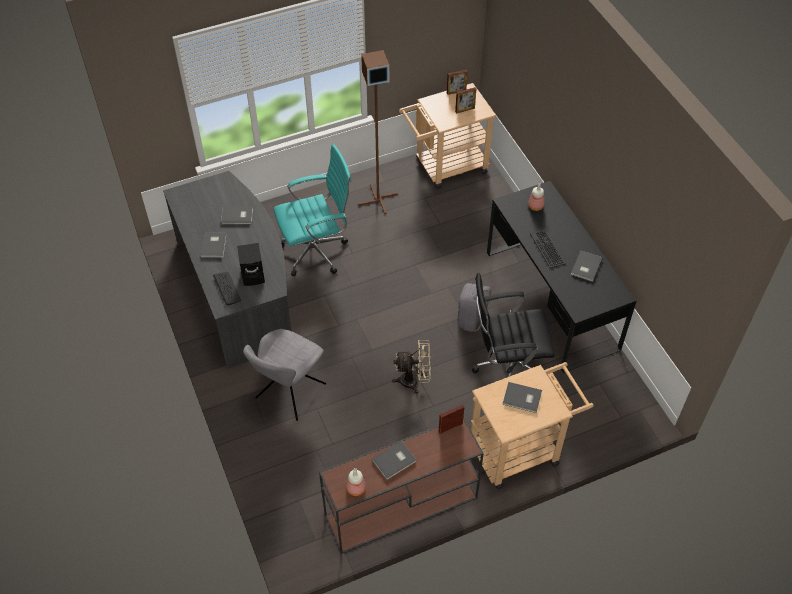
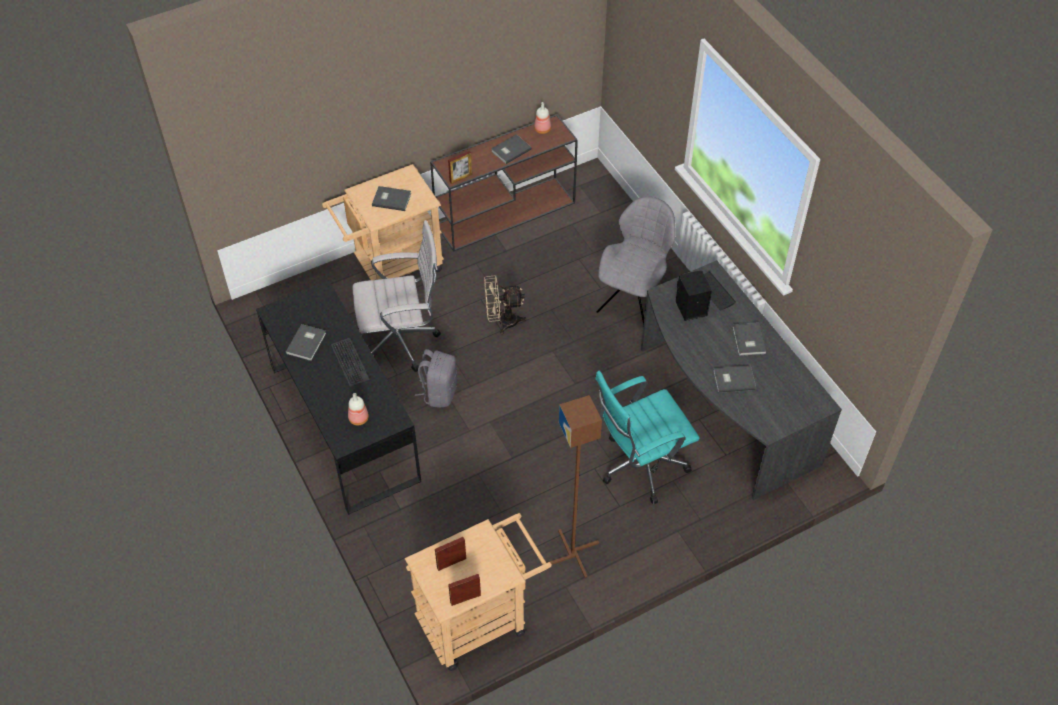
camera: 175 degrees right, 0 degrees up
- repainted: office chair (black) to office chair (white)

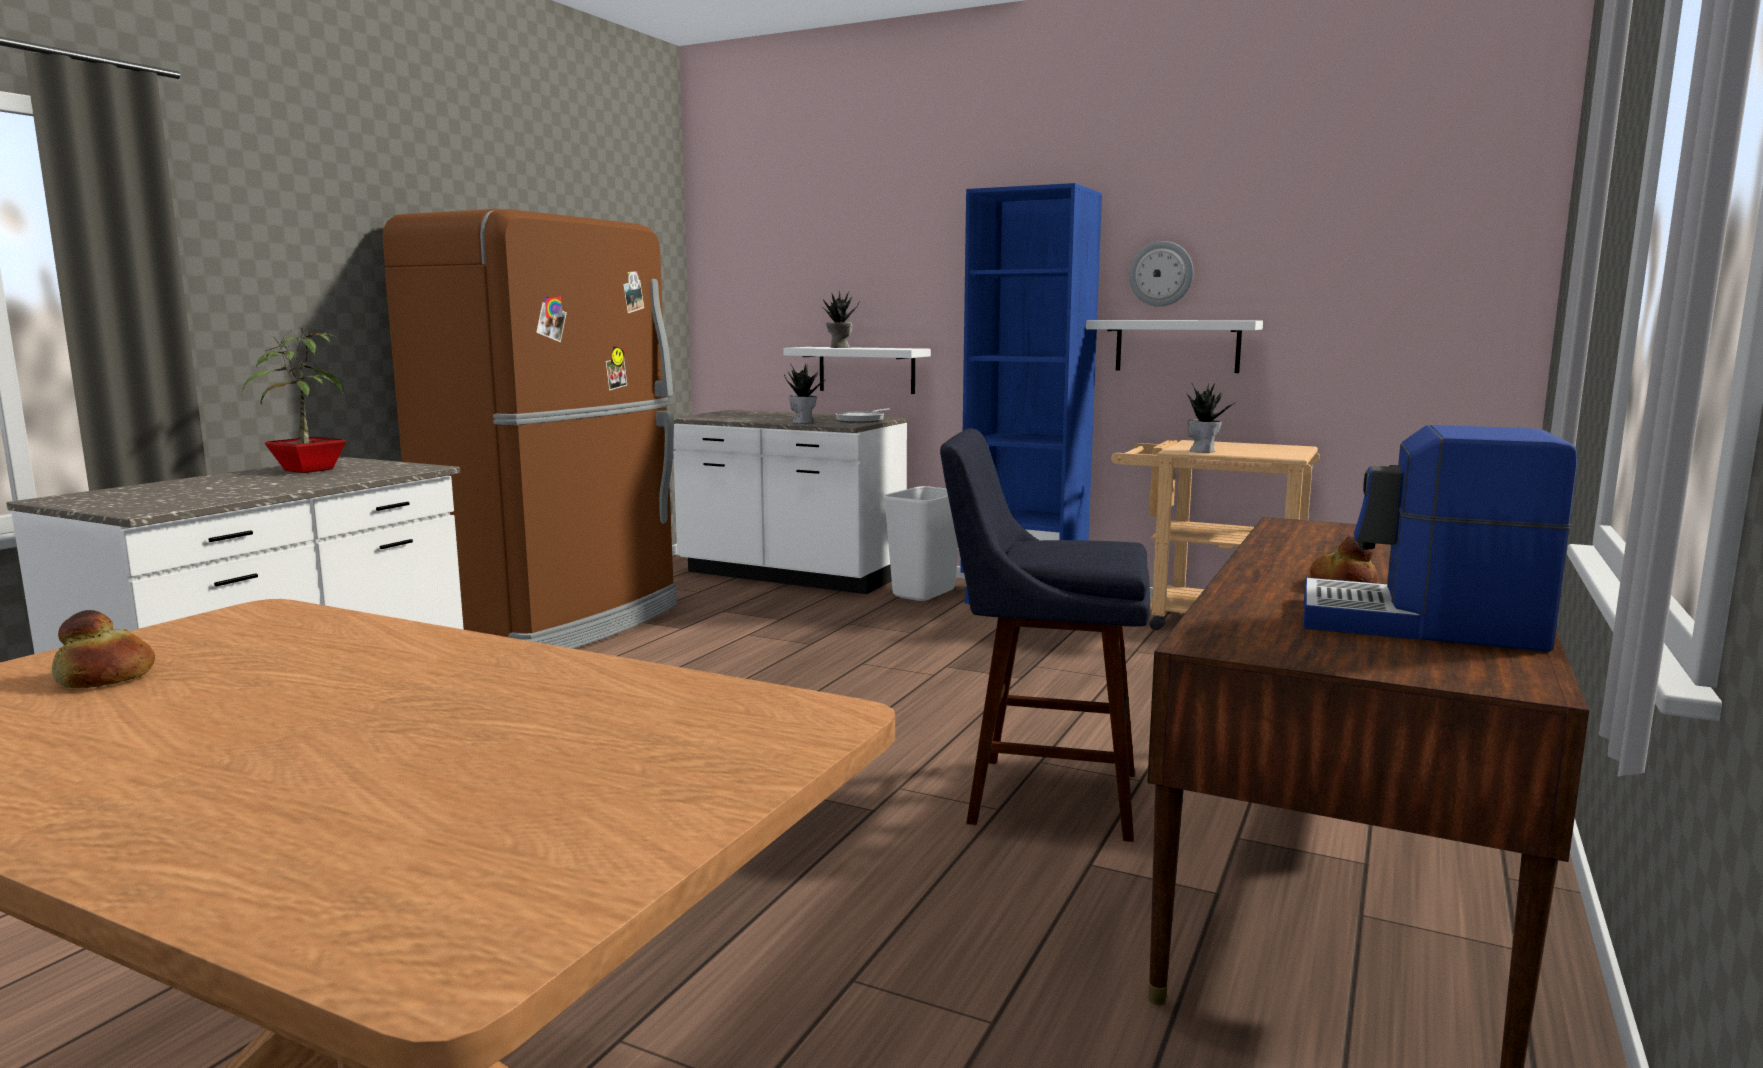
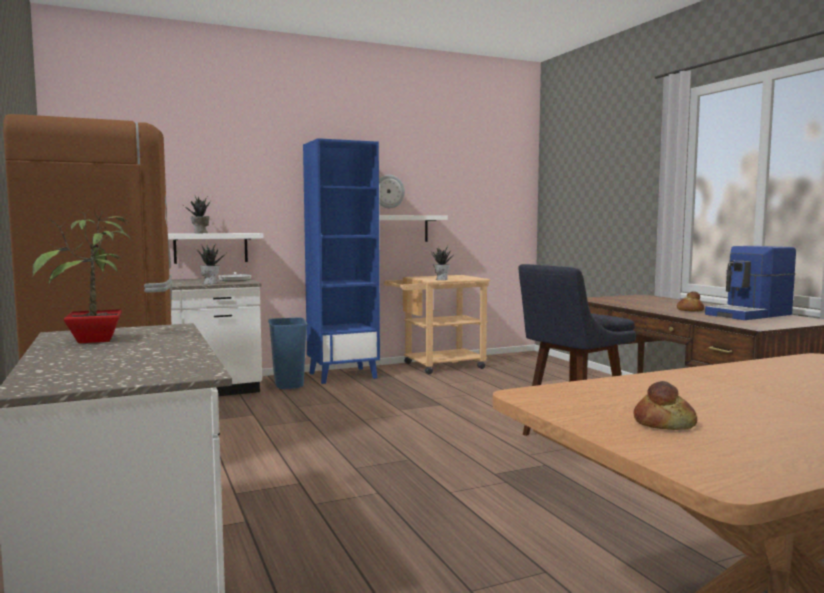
camera: 50 degrees left, 5 degrees down
- repainted: trash can (white) to trash can (blue)

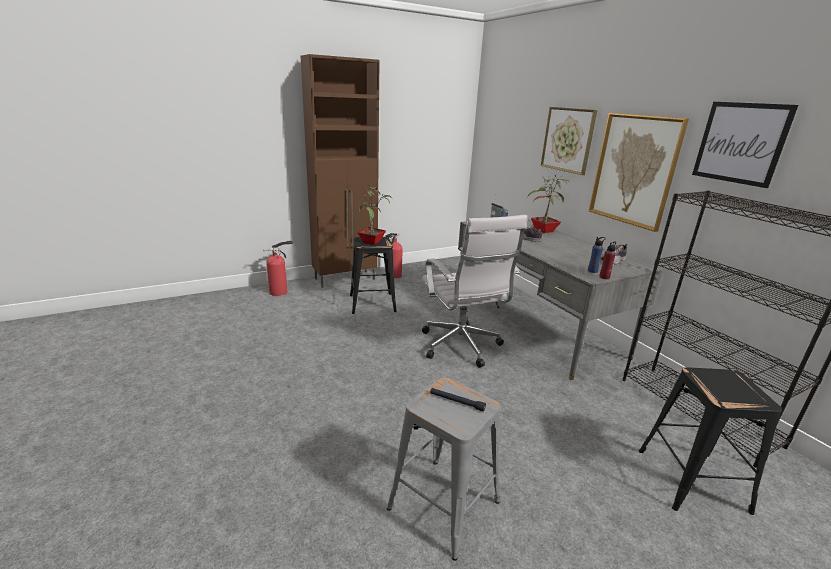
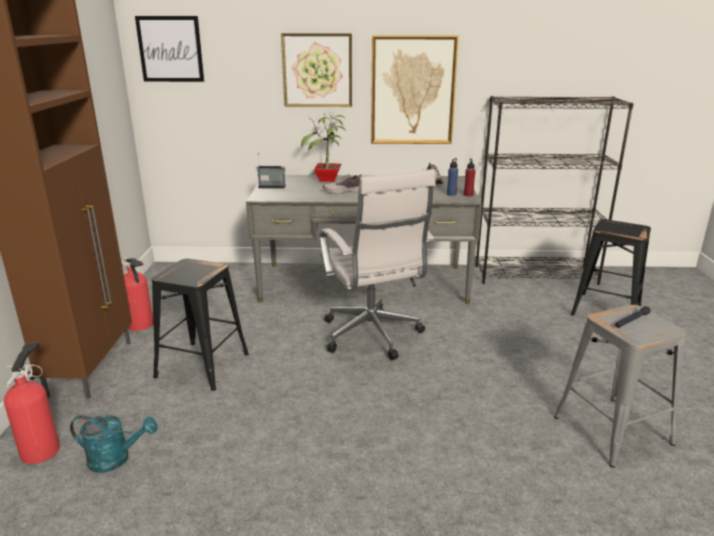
camera: 60 degrees left, 0 degrees up
- shifted: picture (no. 3 from left in the first image) to picture (no. 1 from left)
- gone: potted plant (no. 1 from left)
- rotated: office chair (white) 60 degrees clockwise
- new: watering can (turquoise)

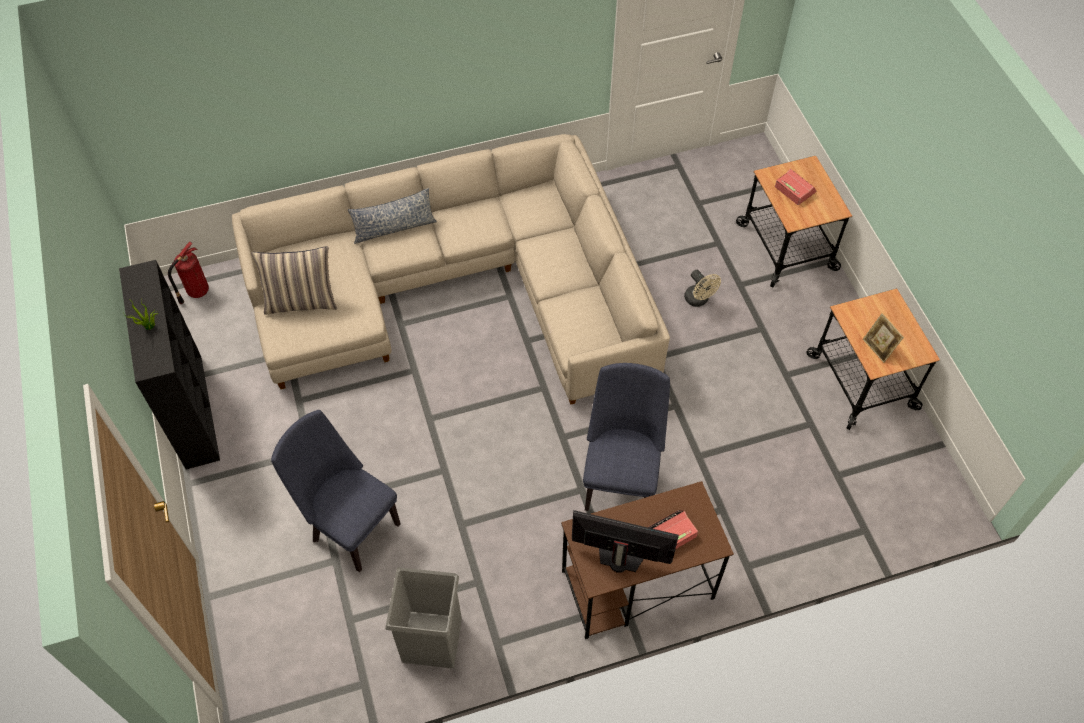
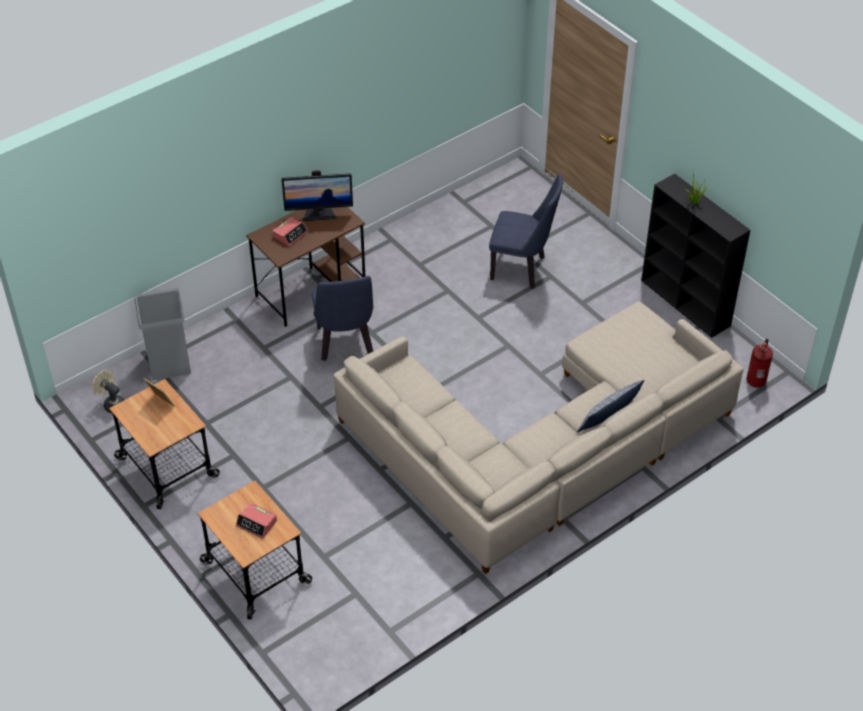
camera: 160 degrees right, 10 degrees down
- gone: pillow (no. 1 from left)
- shifted: fan (beige)
- shifted: trash can (grey)

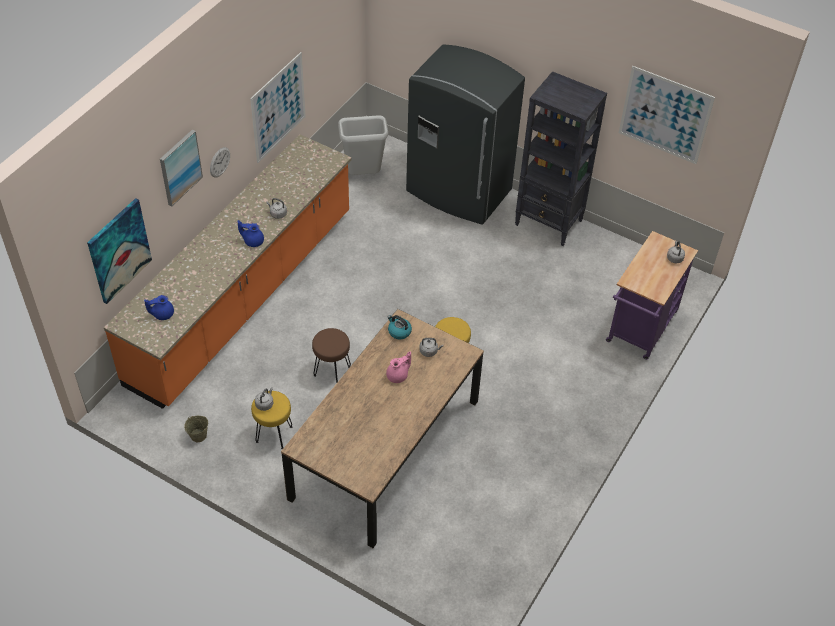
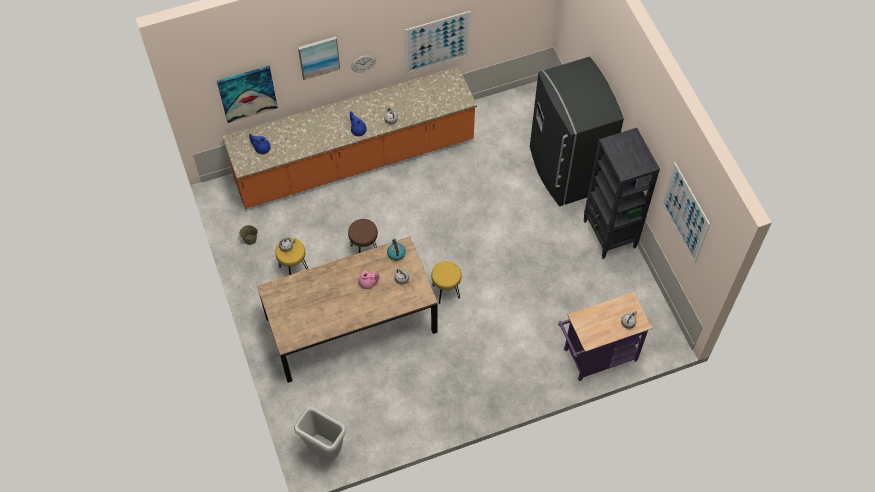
camera: 40 degrees right, 10 degrees up
- shifted: trash can (grey)

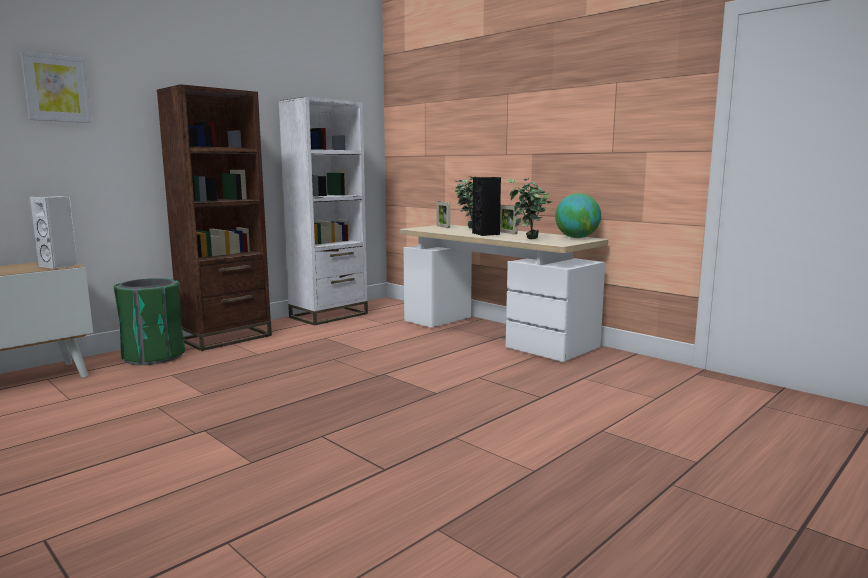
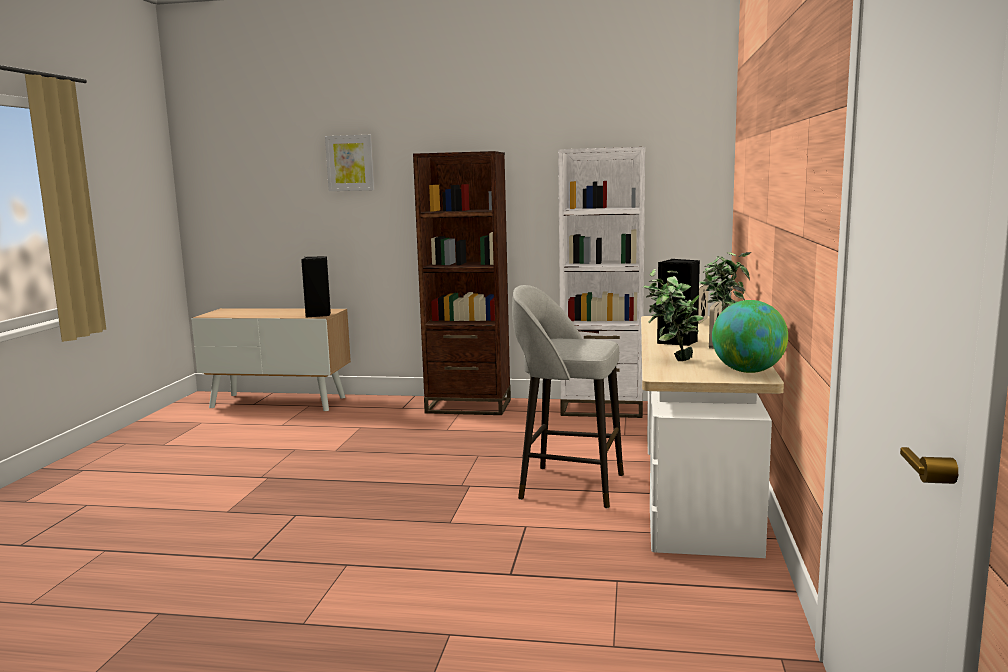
camera: 55 degrees right, 0 degrees up
- repainted: speaker (white) to speaker (black) (no. 1 from left)
- gone: trash can (green)
- new: stool (grey)

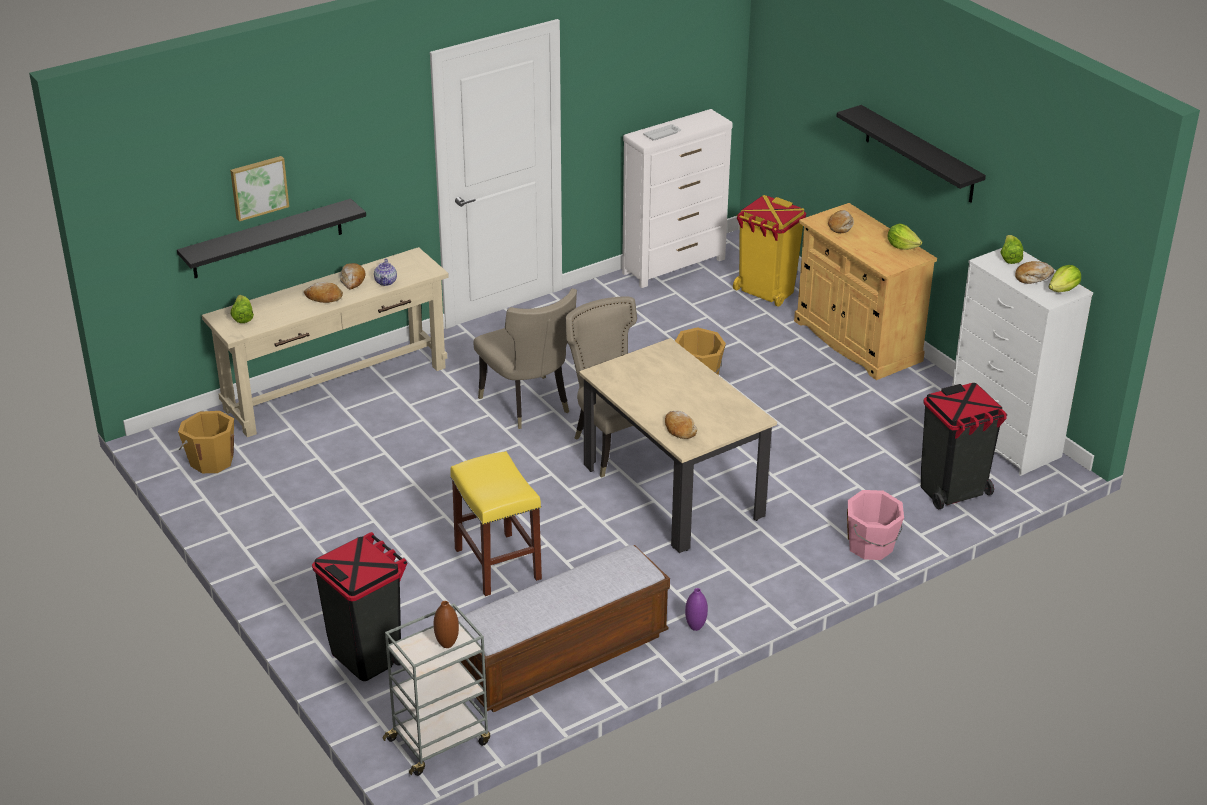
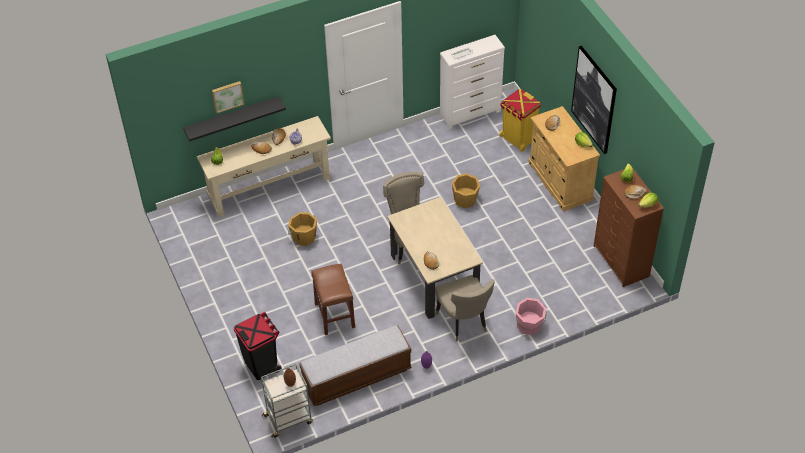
camera: 10 degrees right, 15 degrees up
- swapped: shelf (black) (no. 2 from left) to picture (no. 2 from left)
- repainted: dresser (white) (no. 2 from left) to dresser (brown)
- shifted: chair (beige) (no. 1 from left in the first image) to chair (beige) (no. 2 from left)
- gone: trash can (black) (no. 2 from left)
- shifted: bucket (orange) (no. 1 from left)
- repainted: stool (yellow) to stool (brown)

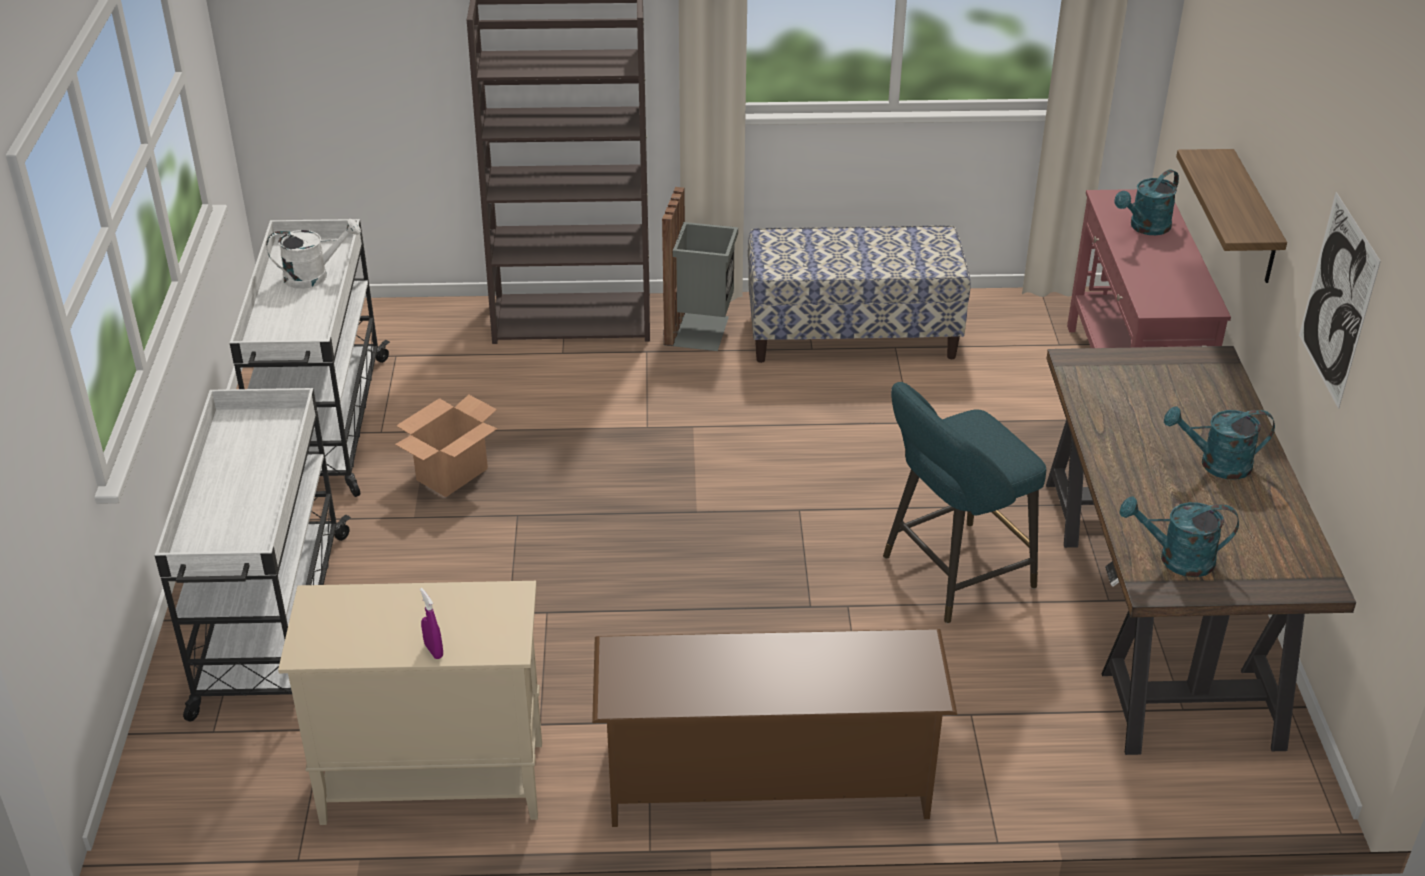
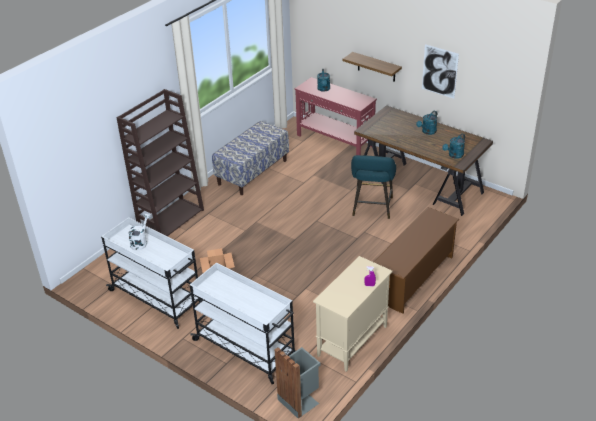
camera: 50 degrees left, 0 degrees up
- shifted: trash can (grey)

